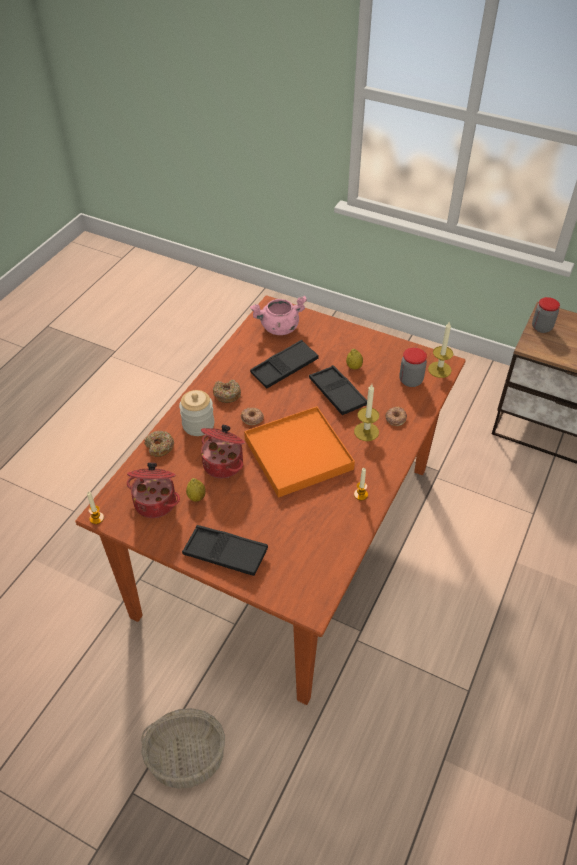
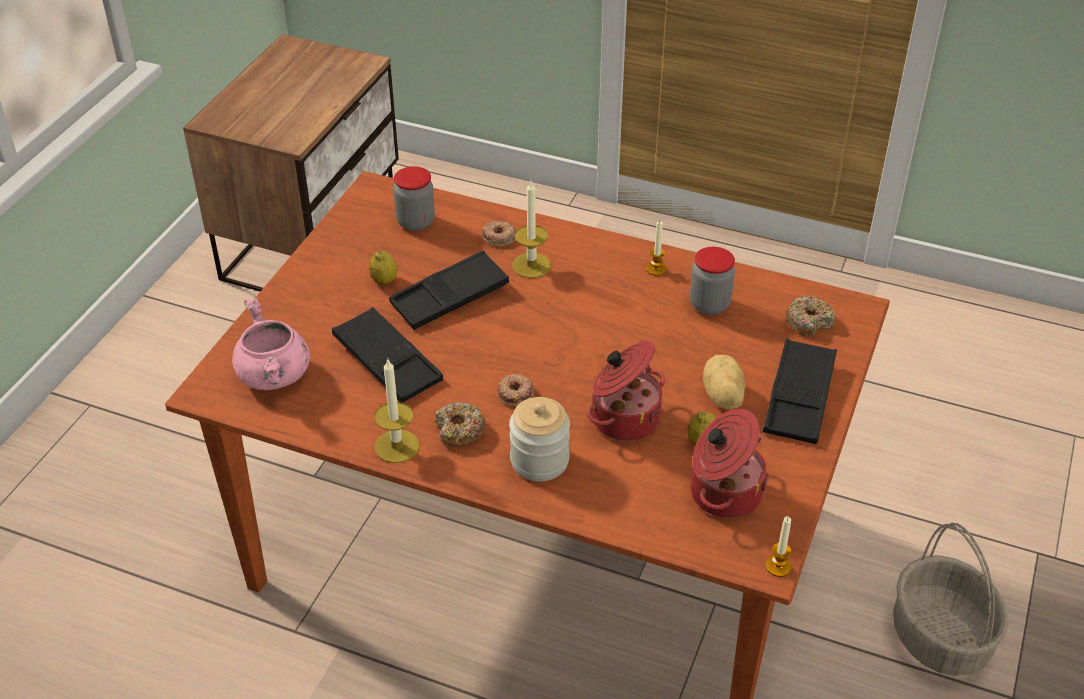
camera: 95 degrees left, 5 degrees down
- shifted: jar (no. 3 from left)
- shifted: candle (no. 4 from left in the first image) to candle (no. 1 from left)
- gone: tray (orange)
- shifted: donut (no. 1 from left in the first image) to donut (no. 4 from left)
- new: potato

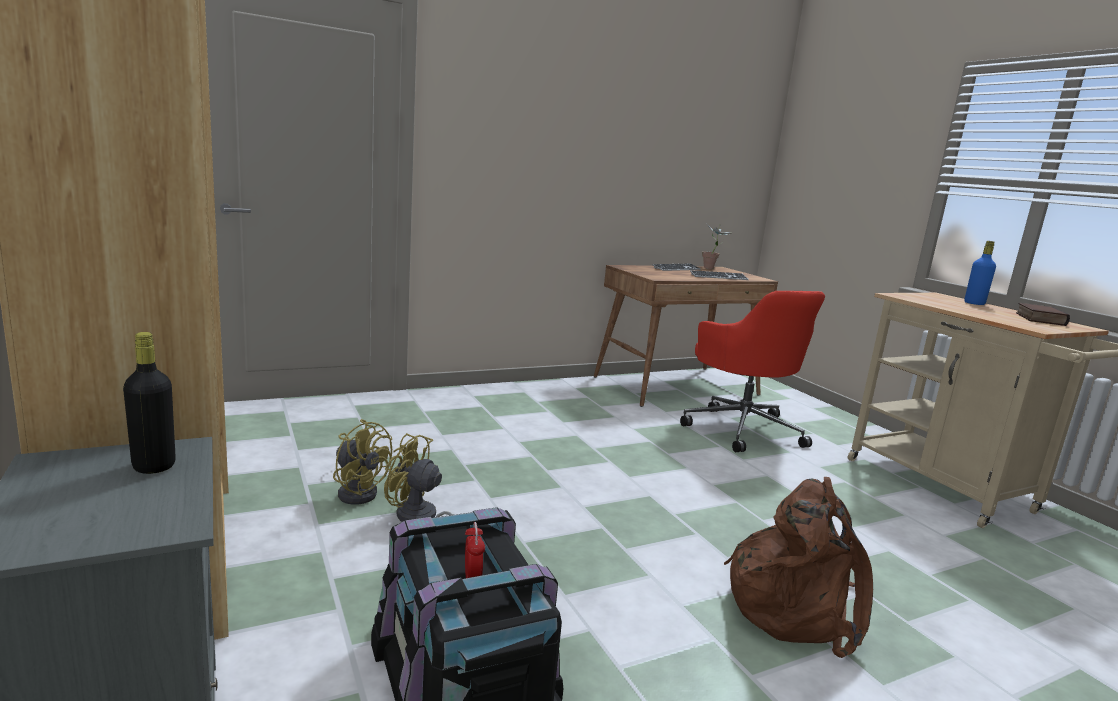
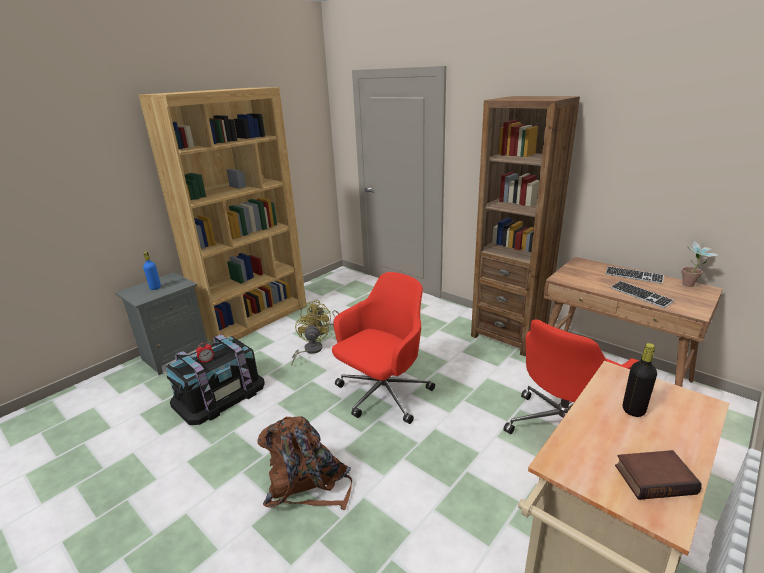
camera: 70 degrees right, 10 degrees up
- shifted: bottle (blue)
- shifted: bottle (black)
- new: bookcase (brown) (no. 2 from left)
- new: office chair (red) (no. 1 from left)

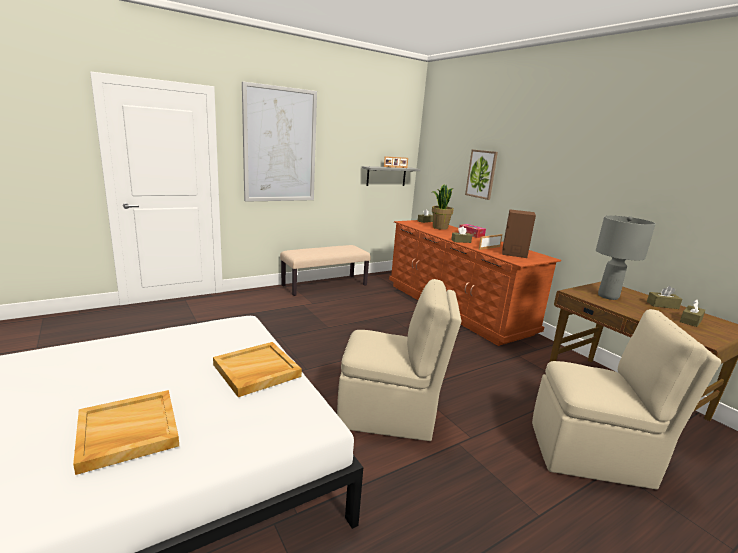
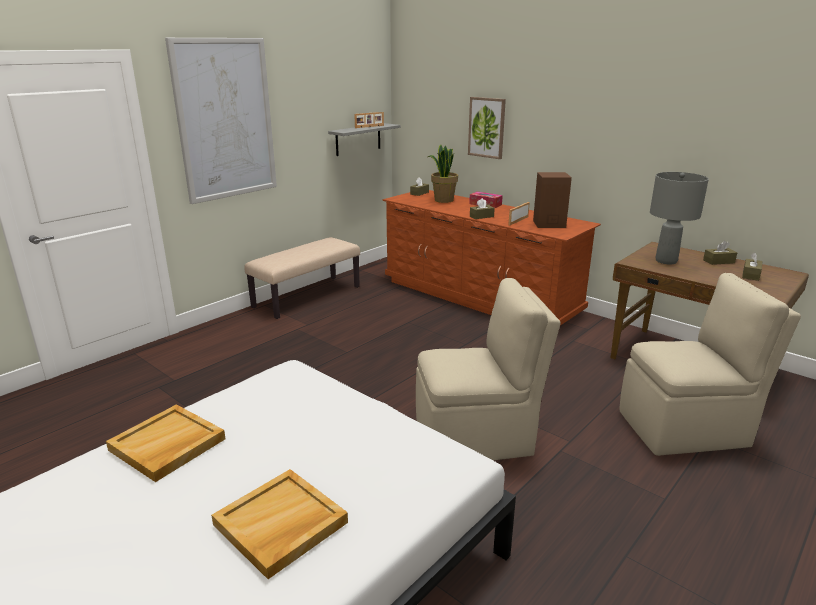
camera: 15 degrees left, 5 degrees up
- shifted: tray (beige) (no. 2 from left in the first image) to tray (beige) (no. 1 from left)

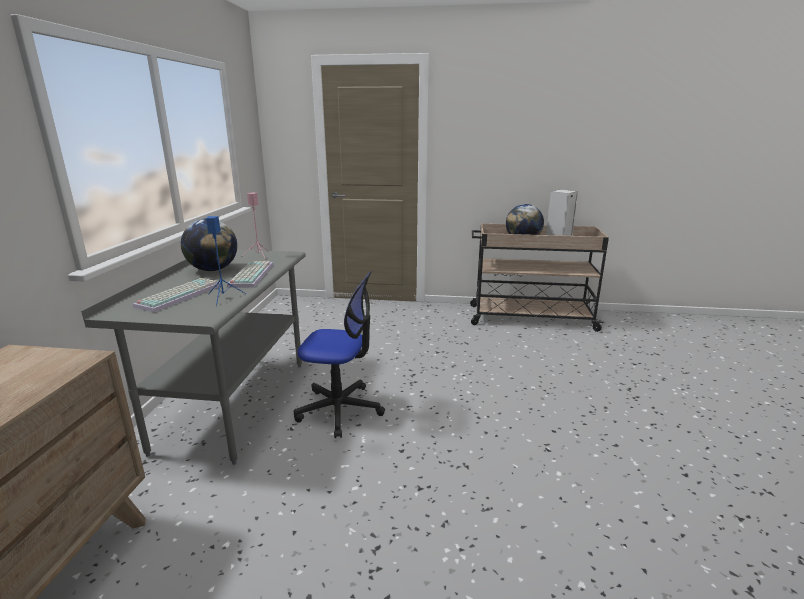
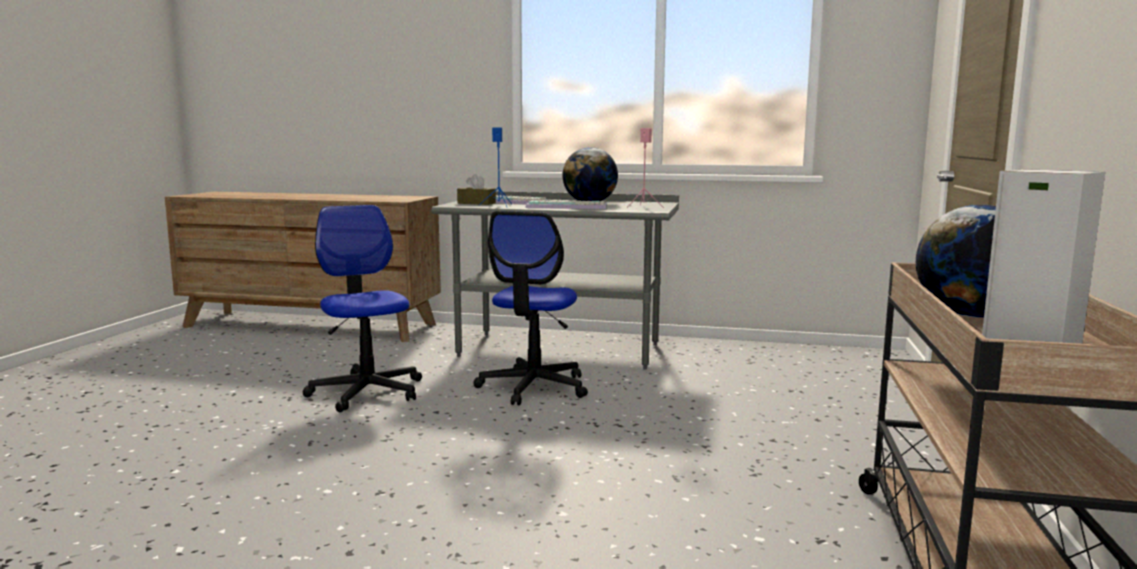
camera: 95 degrees right, 10 degrees down
- new: tissue box (brown)
- new: office chair (no. 1 from left)

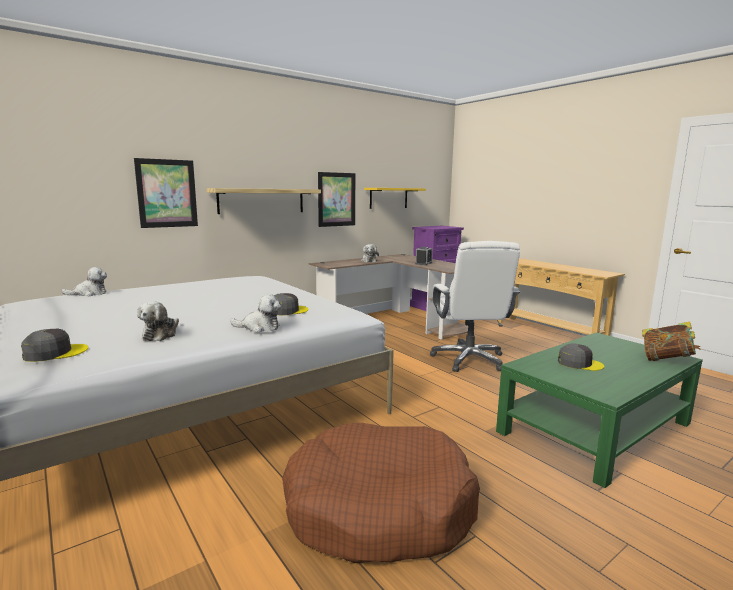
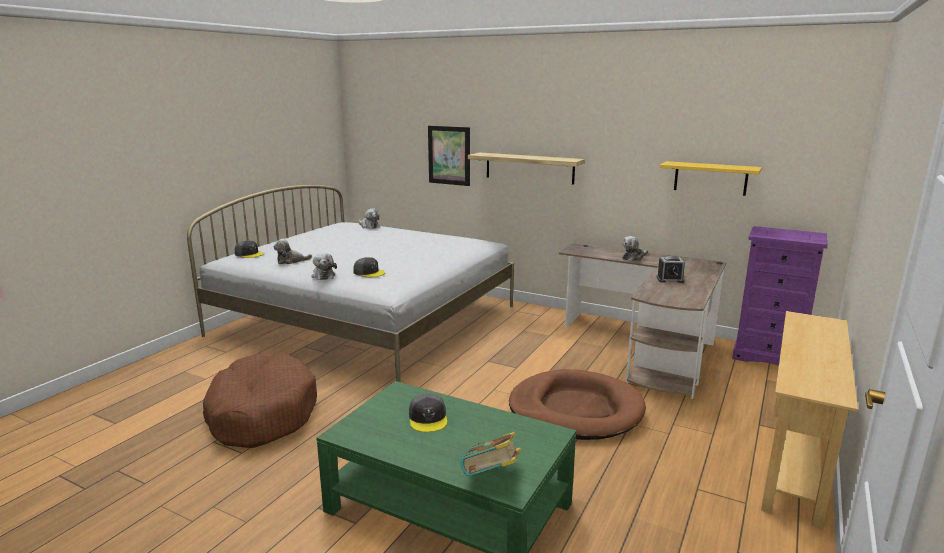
camera: 65 degrees right, 5 degrees up
- gone: picture (no. 2 from left)
- swapped: office chair (white) to dog bed (brown) (no. 2 from left)

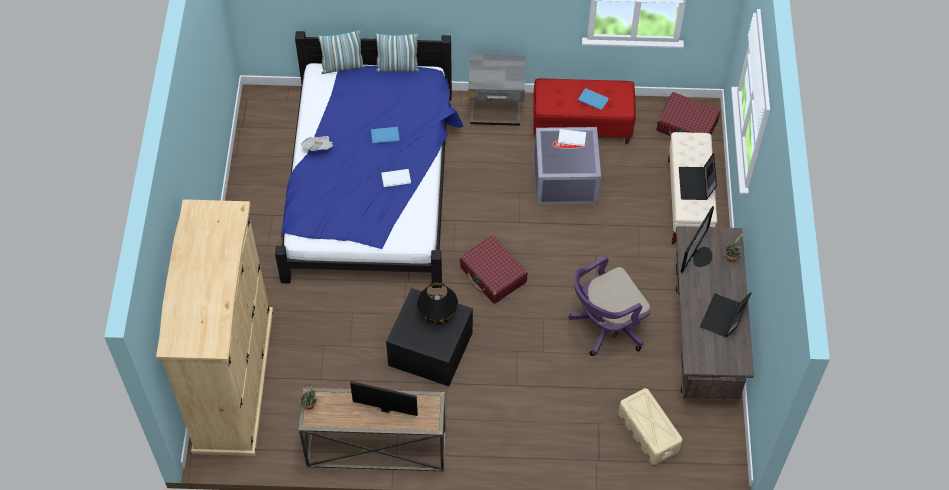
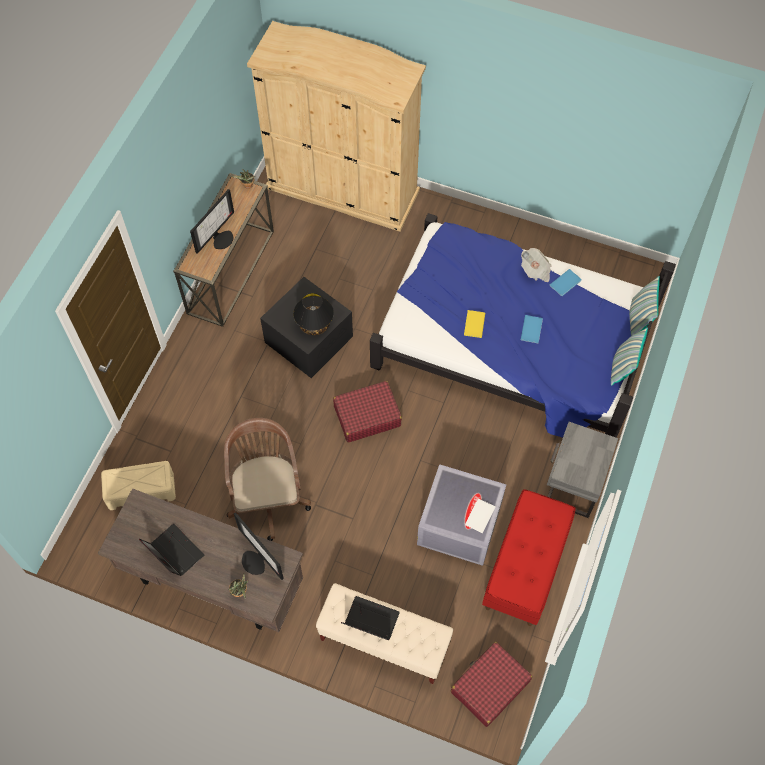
camera: 110 degrees right, 5 degrees up
- shifted: book (blue) (no. 2 from left)
- repainted: book (white) (no. 1 from left) to book (yellow)
- repainted: office chair (purple) to office chair (brown)

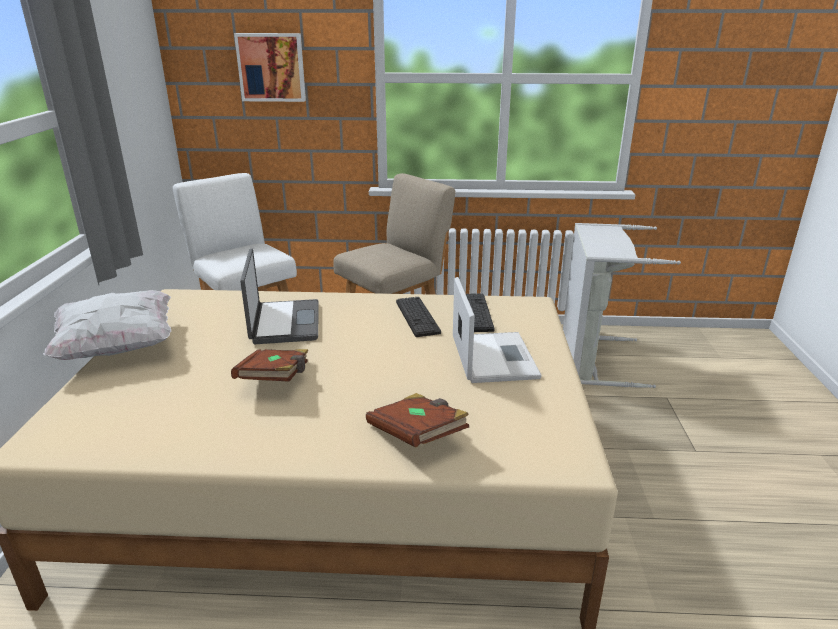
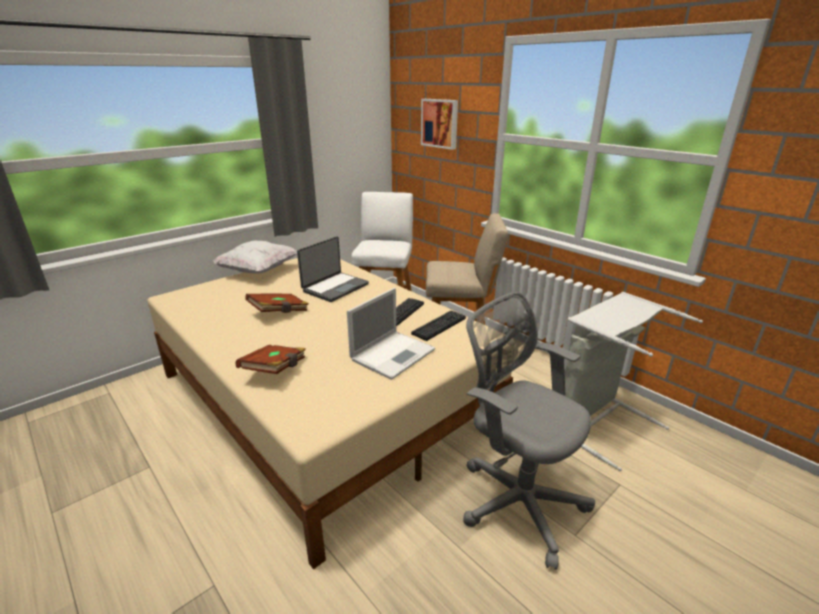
camera: 45 degrees right, 0 degrees up
- new: office chair (grey)

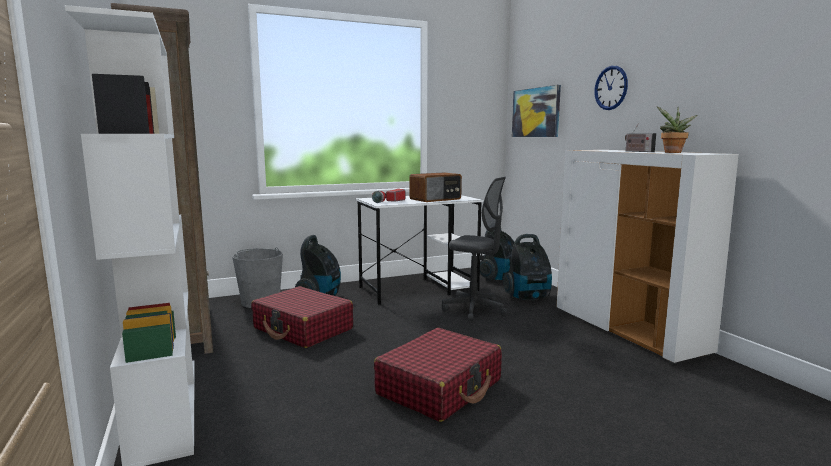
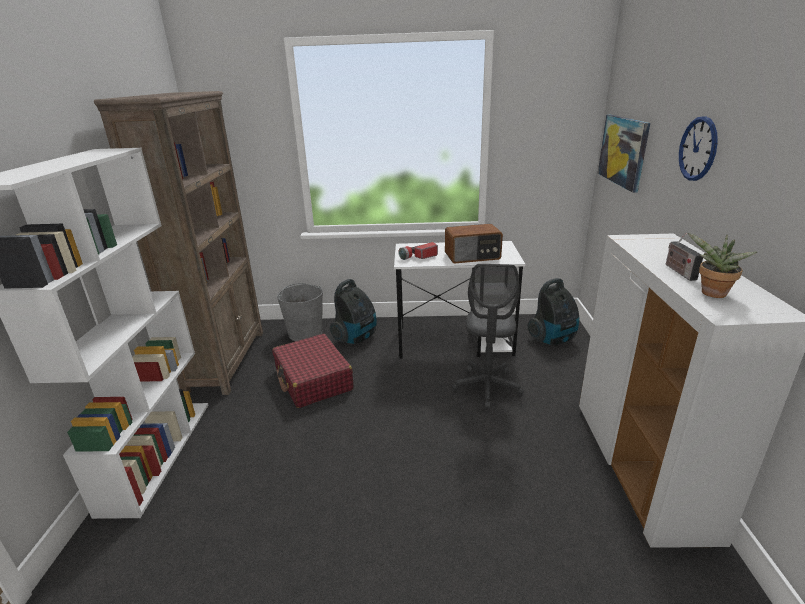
camera: 25 degrees right, 15 degrees up
- rotated: office chair (grey) 45 degrees clockwise
- gone: vacuum cleaner (no. 3 from left)
- gone: suitcase (red) (no. 2 from left)

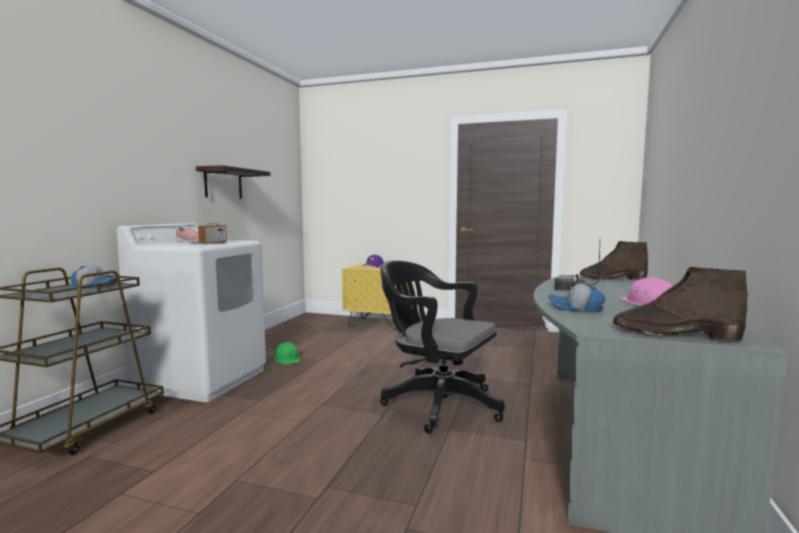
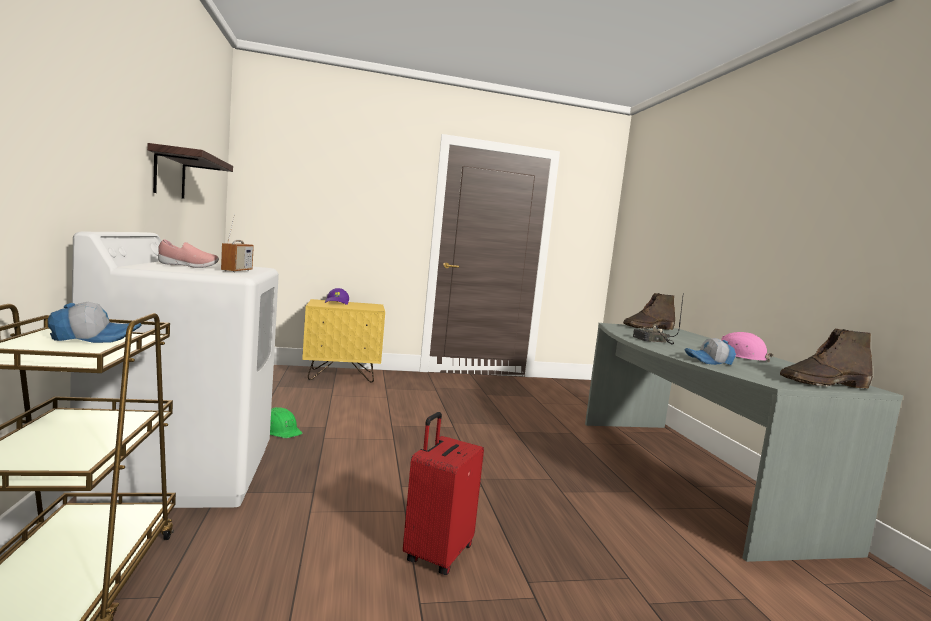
camera: 30 degrees left, 0 degrees up
- gone: office chair (black)
- new: suitcase (red)

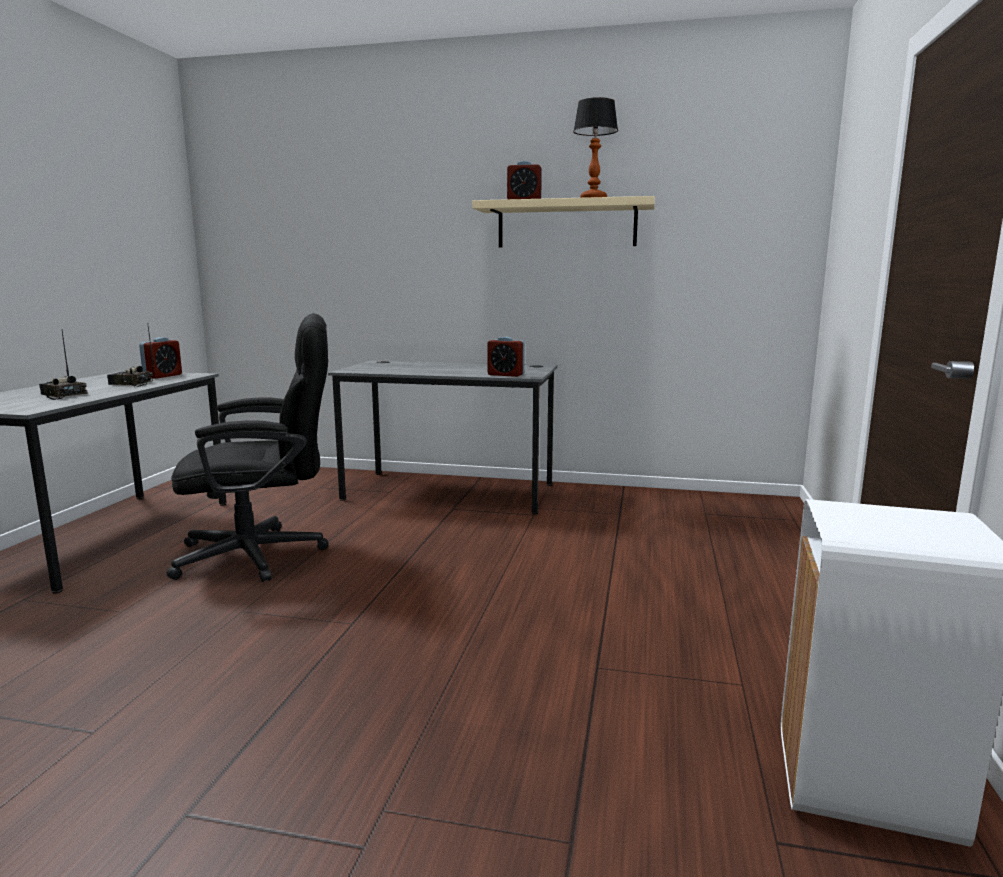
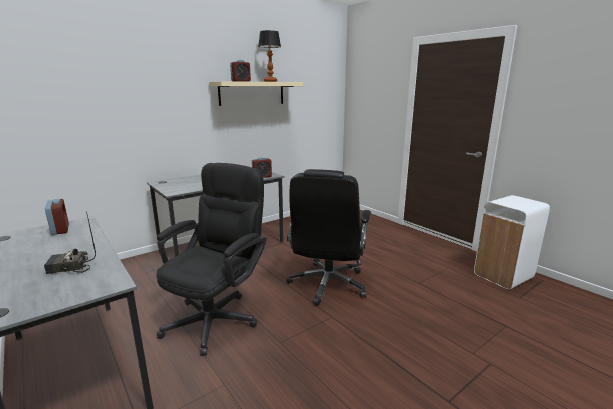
camera: 50 degrees left, 5 degrees up
- gone: radio (no. 2 from left)
- new: office chair (black) (no. 2 from left)

